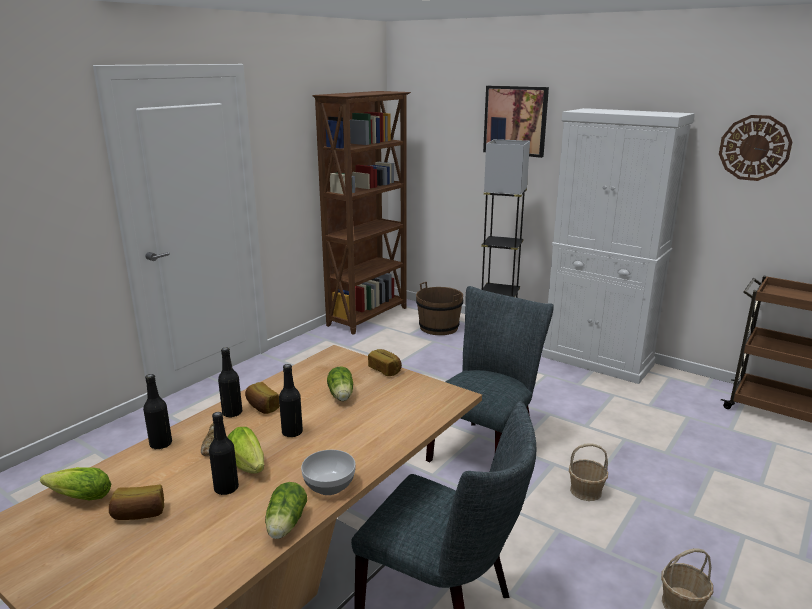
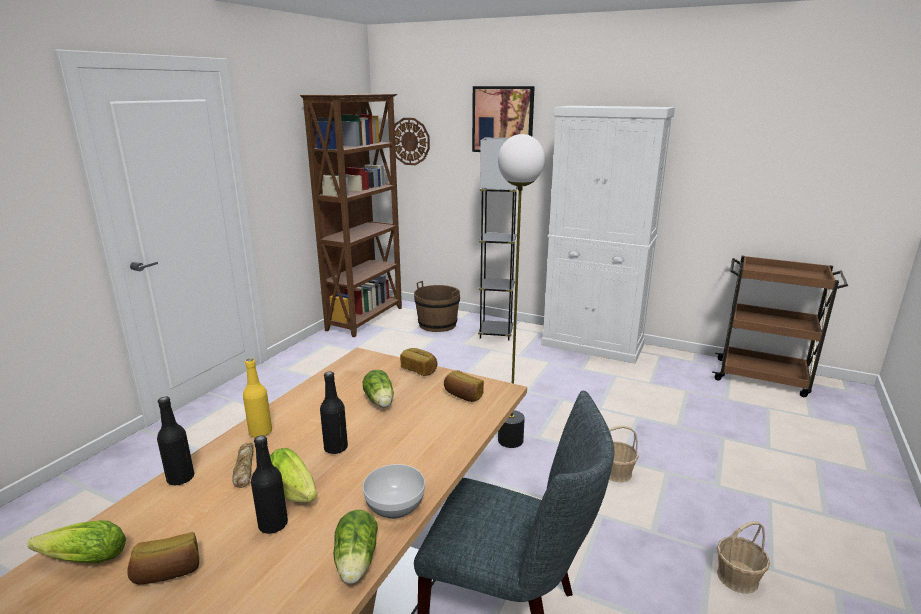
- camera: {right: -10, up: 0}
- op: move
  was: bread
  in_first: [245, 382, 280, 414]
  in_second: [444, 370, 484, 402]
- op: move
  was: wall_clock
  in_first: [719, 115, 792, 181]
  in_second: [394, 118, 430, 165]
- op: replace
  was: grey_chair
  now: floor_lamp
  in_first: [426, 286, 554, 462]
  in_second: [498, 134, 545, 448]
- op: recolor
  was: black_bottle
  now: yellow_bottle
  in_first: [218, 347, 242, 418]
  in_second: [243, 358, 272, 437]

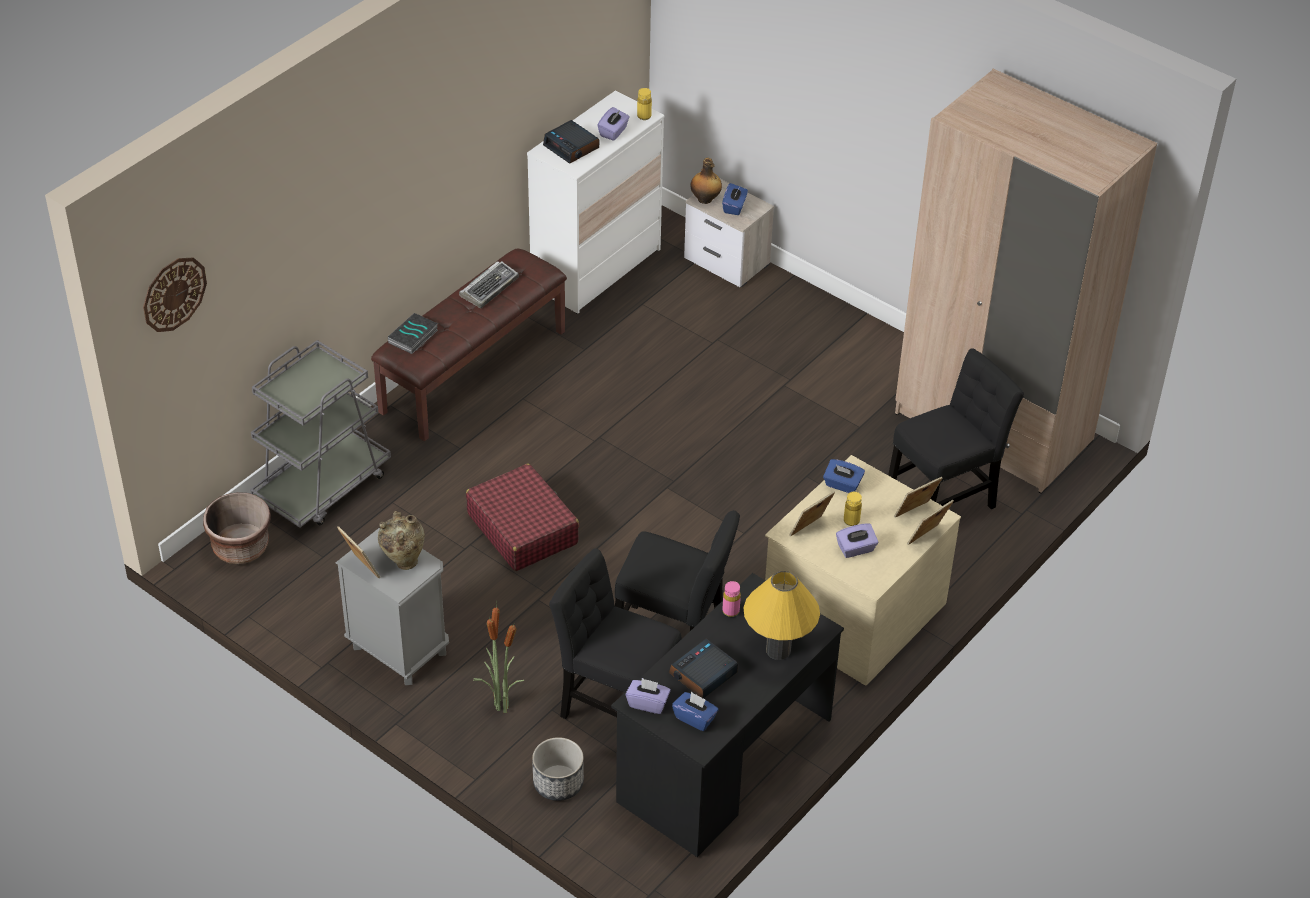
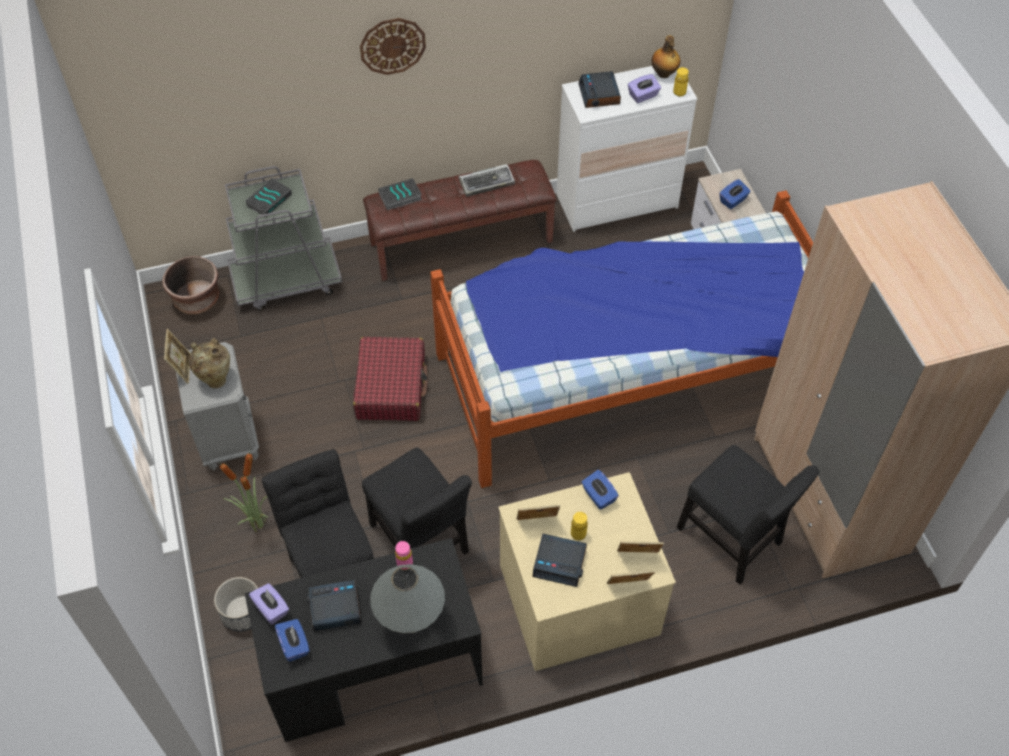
- camera: {right: 35, up: 10}
- op: insert
  now: book
  in_second: [245, 178, 292, 217]
- op: insert
  now: bed
  in_second: [430, 190, 813, 488]
- op: move
  was: wall_clock
  in_first: [143, 258, 207, 332]
  in_second: [360, 18, 426, 75]
- op: move
  was: bottle
  in_first: [690, 158, 722, 204]
  in_second: [651, 35, 680, 78]
- op: replace
  was: purple_tissue_box
  now: alarm_clock
  in_first: [836, 524, 878, 558]
  in_second: [532, 534, 587, 587]
- op: recolor
  was: yellow_table_lamp
  now: grey_table_lamp
  in_first: [744, 571, 820, 660]
  in_second: [370, 564, 445, 634]
- op: rotate
  was: black_chair
  in_first: [888, 348, 1024, 509]
  in_second: [676, 445, 820, 585]
  clockwise: 45

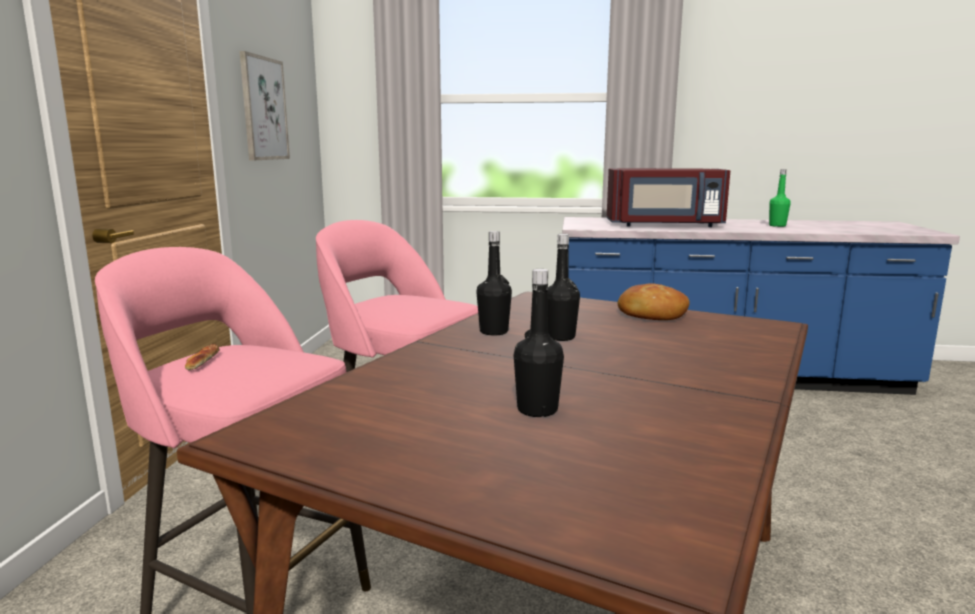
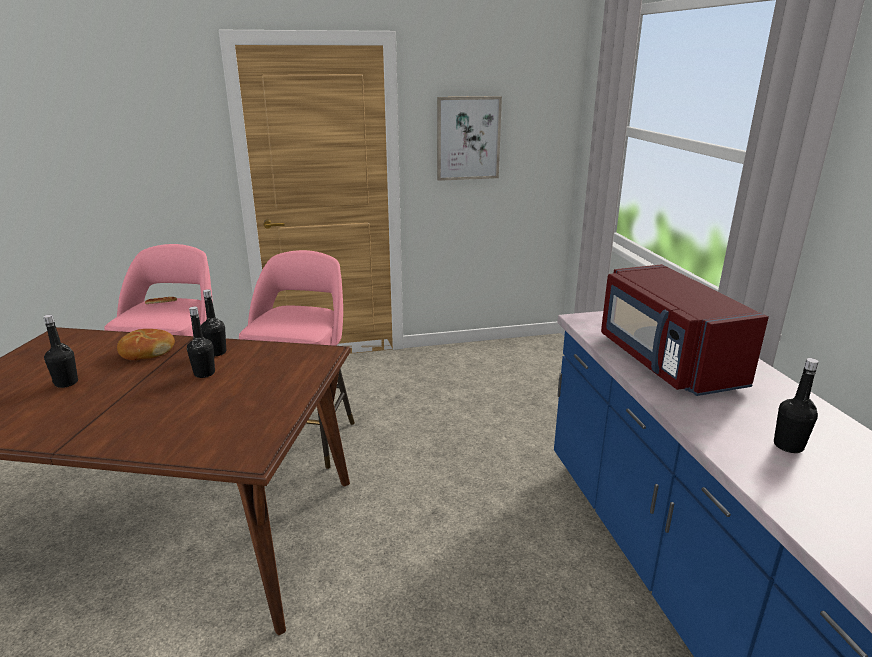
- camera: {right: 70, up: 10}
- op: move
  was: bread
  in_first: [618, 283, 690, 320]
  in_second: [117, 329, 175, 360]
- op: recolor
  was: green_bottle
  now: black_bottle
  in_first: [769, 169, 791, 227]
  in_second: [774, 358, 819, 453]

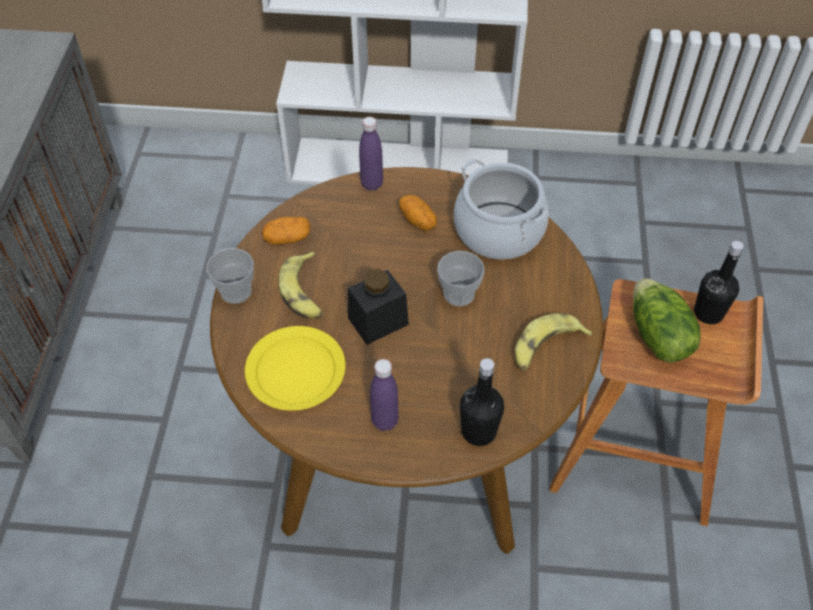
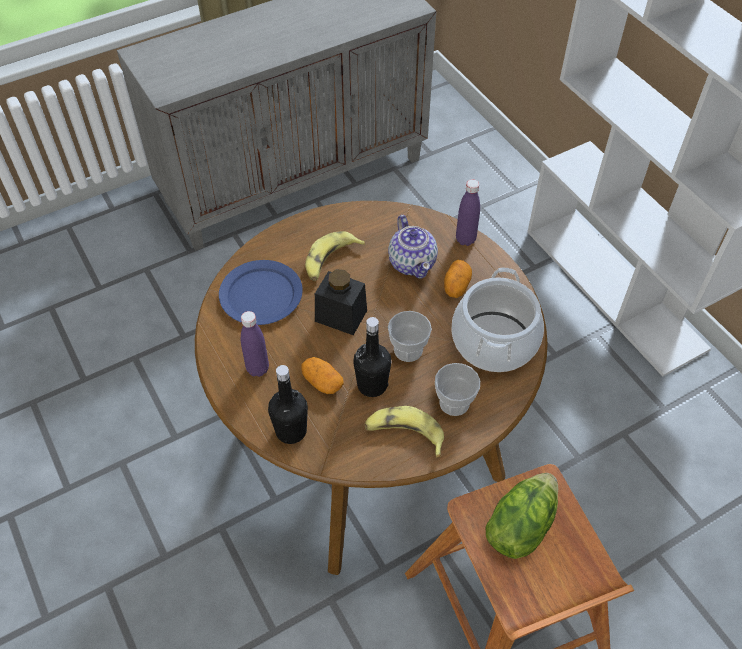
- camera: {right: 55, up: 0}
- op: insert
  now: teapot
  in_second: [388, 215, 438, 279]
- op: move
  was: cup
  in_first: [207, 248, 254, 304]
  in_second: [435, 363, 480, 416]
- op: move
  was: potato
  in_first: [262, 217, 311, 245]
  in_second: [301, 357, 344, 394]
- op: move
  was: black_bottle
  in_first: [694, 241, 744, 324]
  in_second: [353, 317, 391, 397]
- op: recolor
  was: yellow_plate
  now: blue_plate
  in_first: [245, 326, 346, 411]
  in_second: [219, 260, 303, 325]

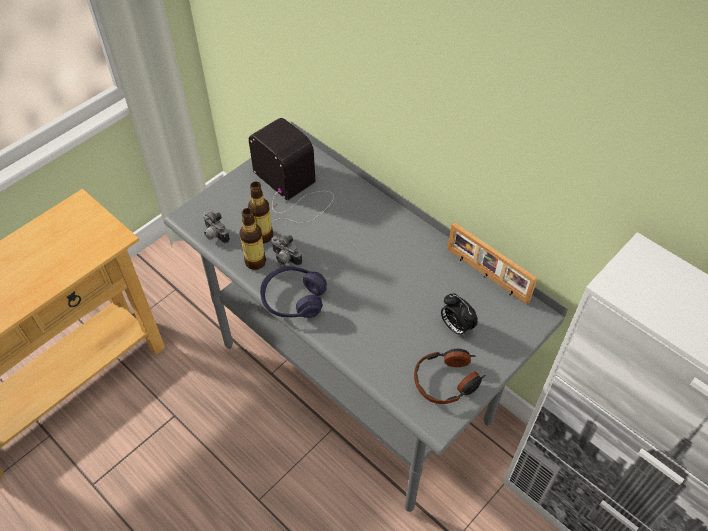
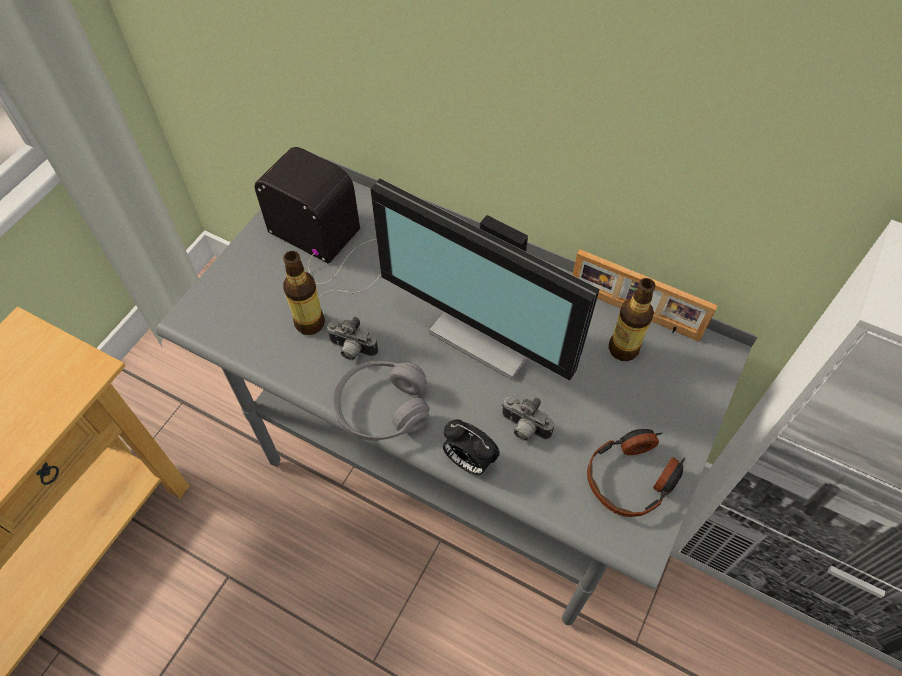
- camera: {right: -15, up: 5}
- op: insert
  now: monitor
  in_second: [370, 178, 600, 381]
- op: move
  was: photo_camera
  in_first: [203, 211, 230, 243]
  in_second: [501, 397, 554, 441]
- op: move
  was: bottle
  in_first: [239, 208, 266, 270]
  in_second: [609, 278, 655, 361]
- op: move
  was: alarm_clock
  in_first: [441, 293, 478, 335]
  in_second: [443, 419, 500, 475]
- op: recolor
  was: purple_headphones
  now: grey_headphones
  in_first: [260, 267, 327, 318]
  in_second: [333, 361, 430, 441]

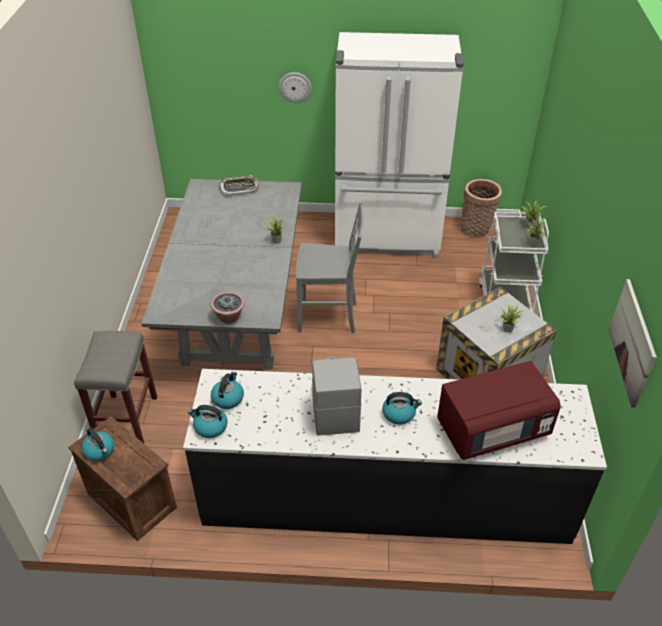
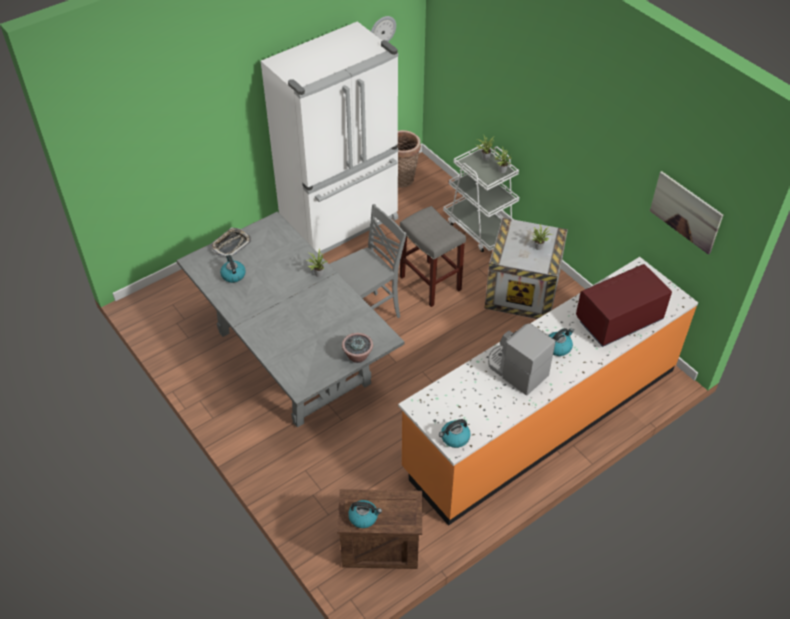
- camera: {right: -40, up: 5}
- op: move
  was: grey_stool
  in_first: [74, 331, 157, 443]
  in_second: [400, 206, 466, 307]
- op: move
  was: kettle
  in_first: [211, 371, 244, 409]
  in_second: [220, 255, 246, 283]
- op: move
  was: wall_clock
  in_first: [279, 72, 312, 103]
  in_second: [371, 16, 396, 42]
- op: recolor
  was: black_counter
  now: orange_counter
  in_first: [183, 369, 607, 544]
  in_second: [398, 257, 698, 526]
- op: rotate
  was: red_microwave
  in_first: [437, 361, 561, 460]
  in_second: [576, 264, 672, 347]
  clockwise: -150

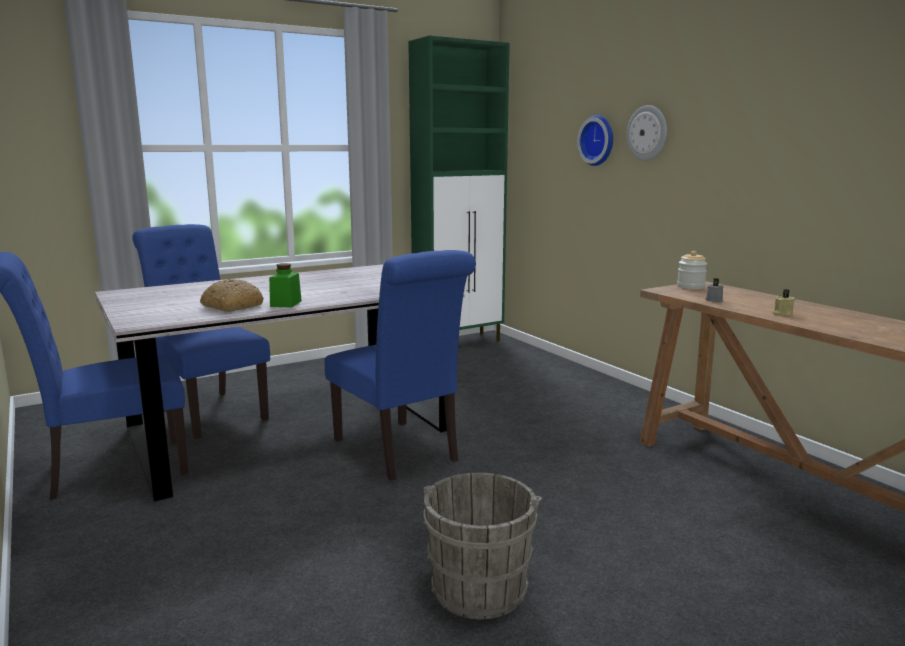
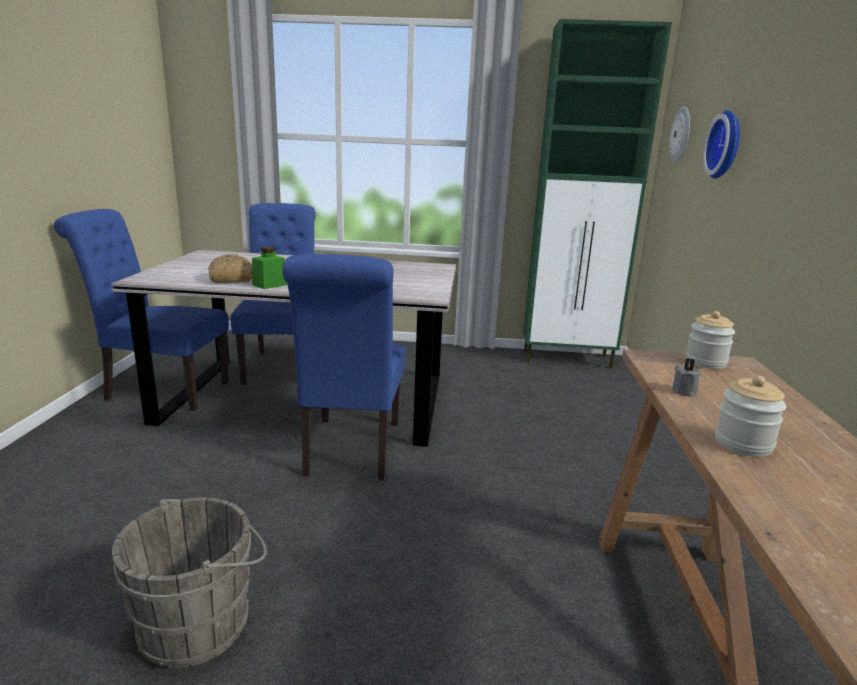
- camera: {right: 35, up: 5}
- op: move
  was: wall_clock
  in_first: [627, 105, 667, 161]
  in_second: [669, 106, 690, 162]
- op: replace
  was: beige_candle
  now: jar
  in_first: [773, 289, 795, 316]
  in_second: [715, 376, 786, 457]

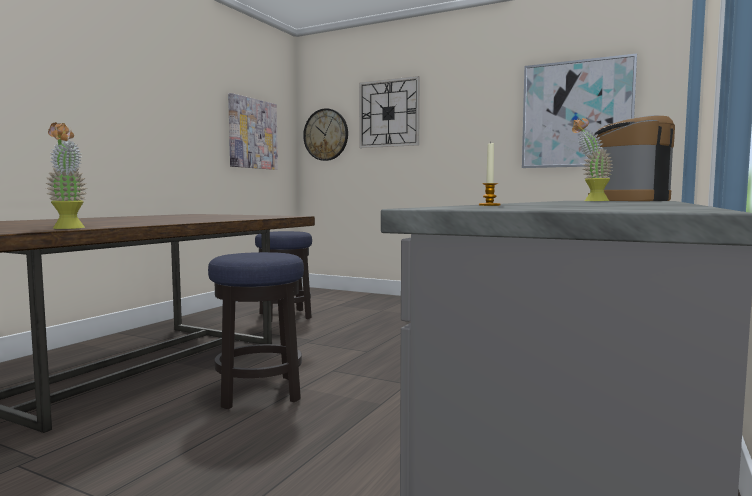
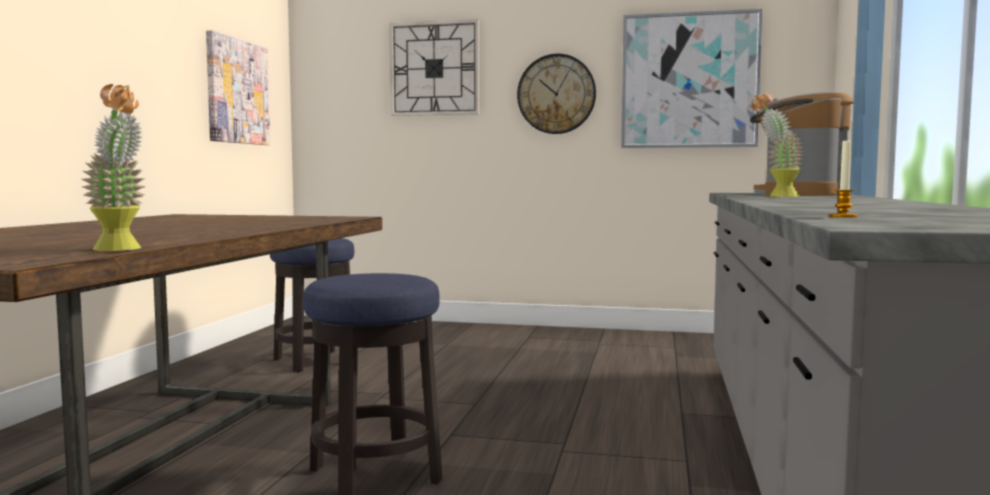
- camera: {right: -15, up: 0}
- op: move
  was: wall_clock
  in_first: [303, 108, 348, 161]
  in_second: [517, 54, 596, 134]

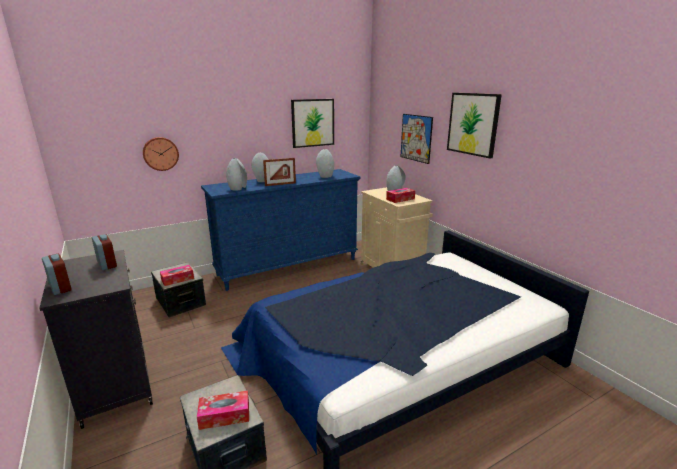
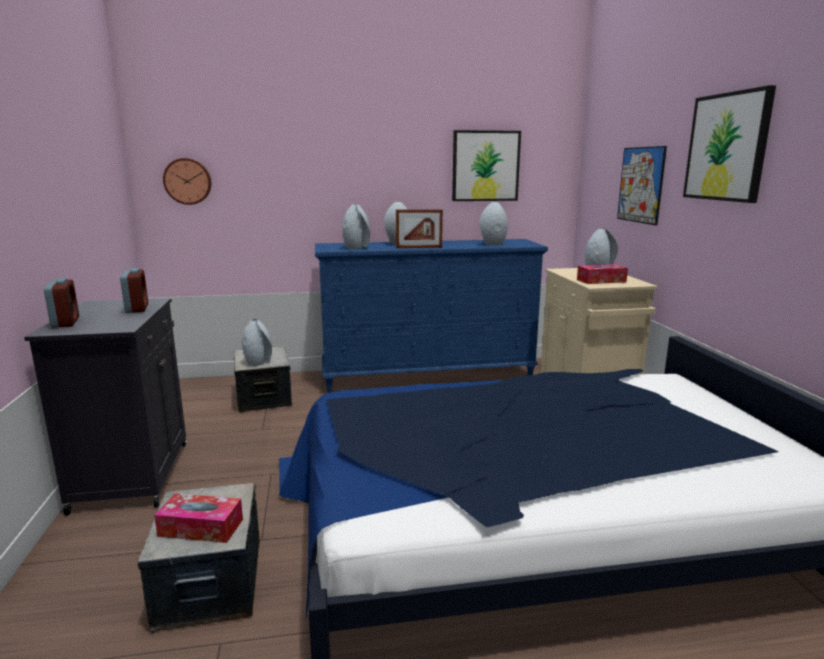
- camera: {right: 20, up: -5}
- op: move
  was: wall_clock
  in_first: [143, 137, 179, 171]
  in_second: [163, 158, 212, 205]
- op: replace
  was: tissue_box
  now: grey_vase
  in_first: [160, 265, 194, 286]
  in_second: [242, 319, 272, 366]

